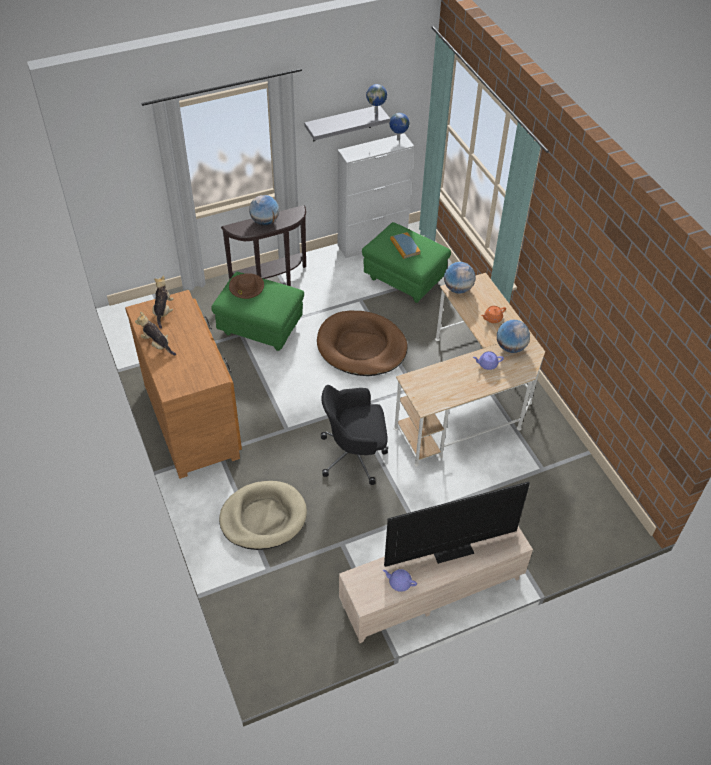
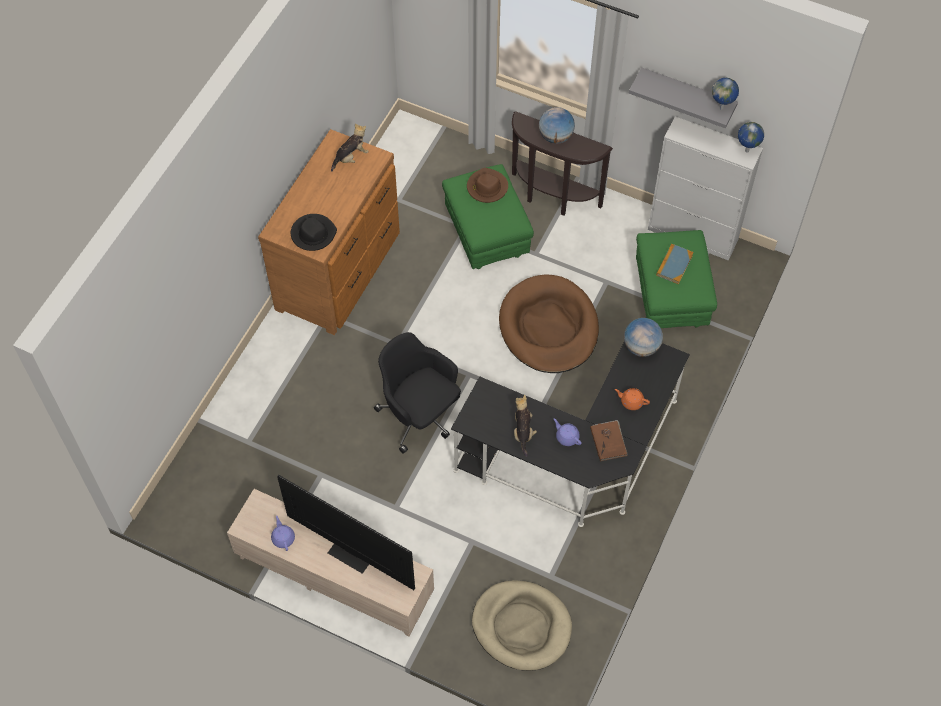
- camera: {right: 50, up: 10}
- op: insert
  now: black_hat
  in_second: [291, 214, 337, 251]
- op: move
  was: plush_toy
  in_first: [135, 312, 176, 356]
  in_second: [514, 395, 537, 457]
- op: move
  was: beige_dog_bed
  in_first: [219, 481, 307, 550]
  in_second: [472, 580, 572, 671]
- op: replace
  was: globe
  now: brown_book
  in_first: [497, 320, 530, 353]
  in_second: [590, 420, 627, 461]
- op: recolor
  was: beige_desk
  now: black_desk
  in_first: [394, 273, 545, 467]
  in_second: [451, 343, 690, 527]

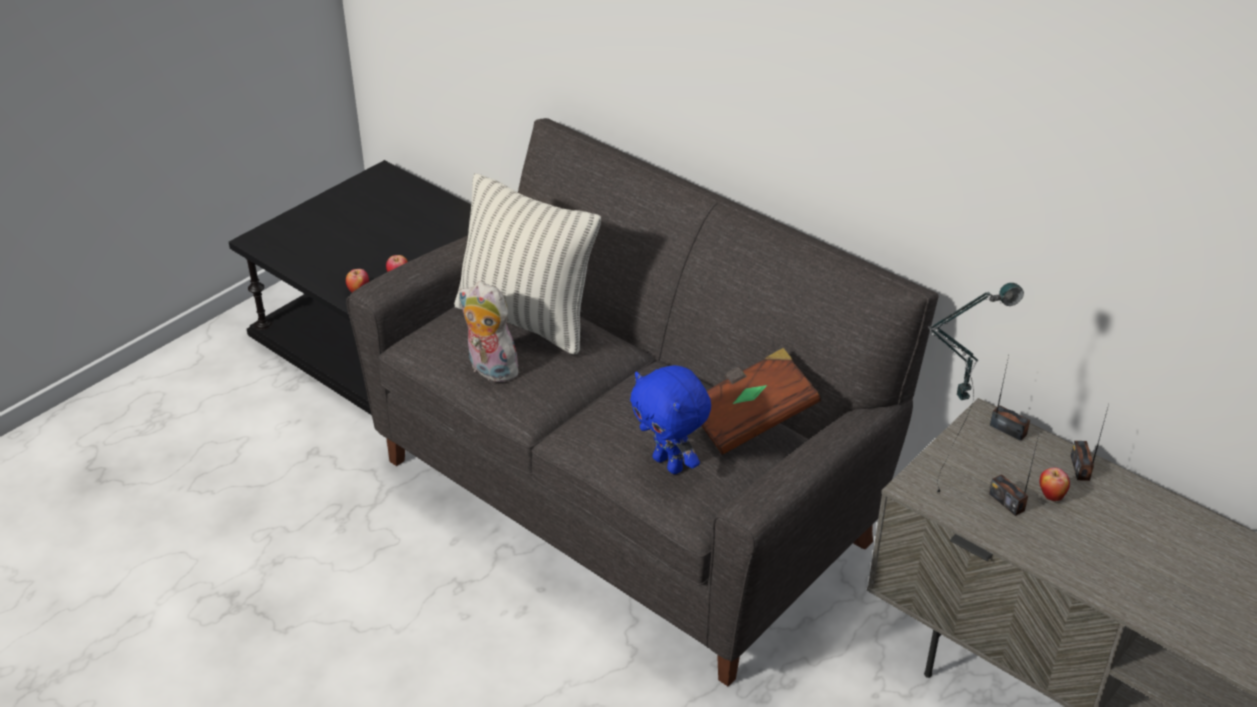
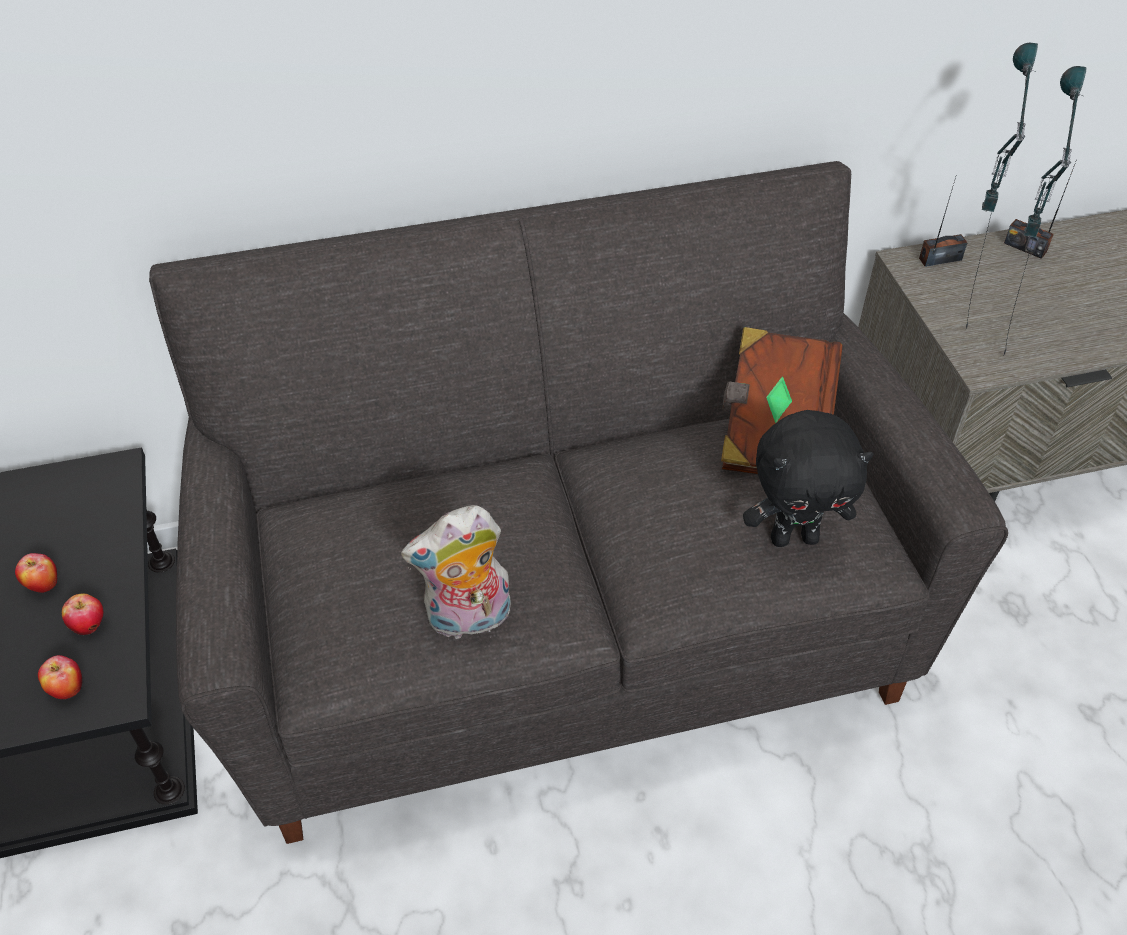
- camera: {right: -55, up: 10}
- op: delete
  was: pillow
  in_first: [454, 173, 601, 355]
- op: delete
  was: radio
  in_first: [989, 435, 1039, 516]
- op: insert
  now: table_lamp
  in_second: [966, 43, 1038, 328]
- op: move
  was: apple
  in_first: [1039, 467, 1070, 501]
  in_second: [15, 553, 57, 593]
- op: recolor
  was: blue_plush_toy
  now: black_plush_toy
  in_first: [630, 365, 711, 474]
  in_second: [743, 410, 873, 547]

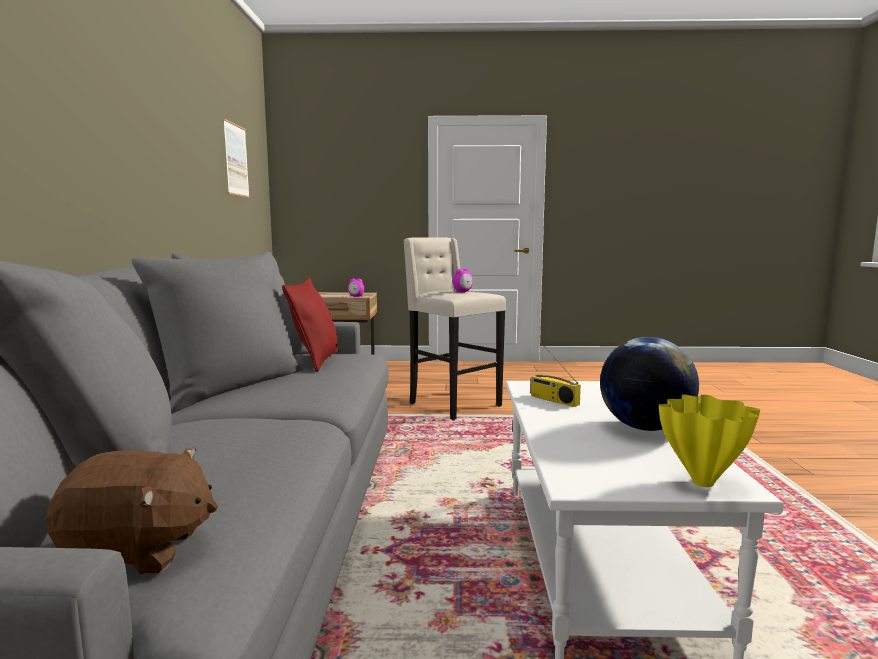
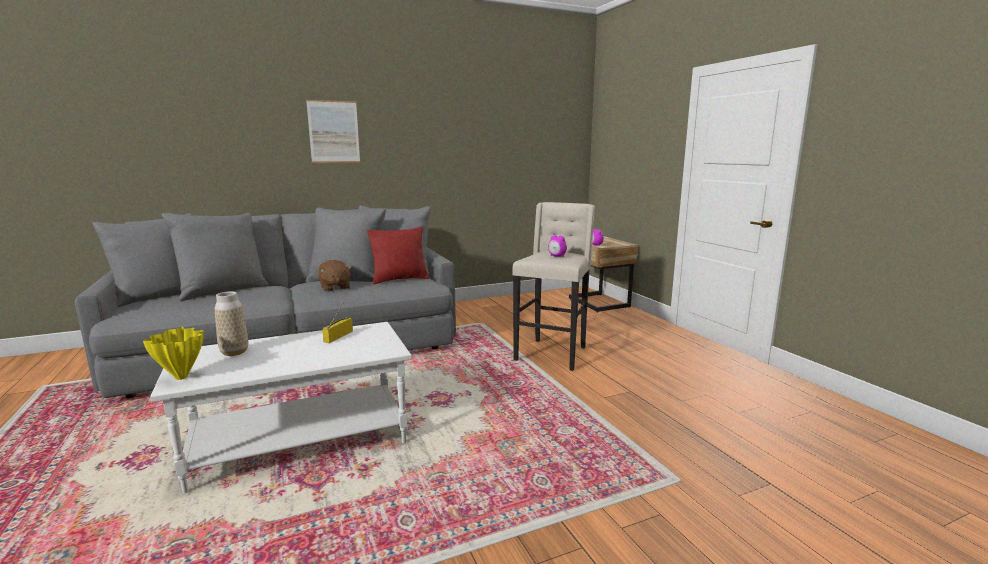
- camera: {right: 65, up: 5}
- op: delete
  was: globe
  in_first: [600, 337, 699, 431]
- op: insert
  now: vase
  in_second: [215, 291, 248, 356]
- op: move
  was: brown_plush_toy
  in_first: [46, 447, 218, 574]
  in_second: [318, 260, 352, 291]
- op: move
  was: picture
  in_first: [223, 118, 250, 198]
  in_second: [306, 100, 360, 163]

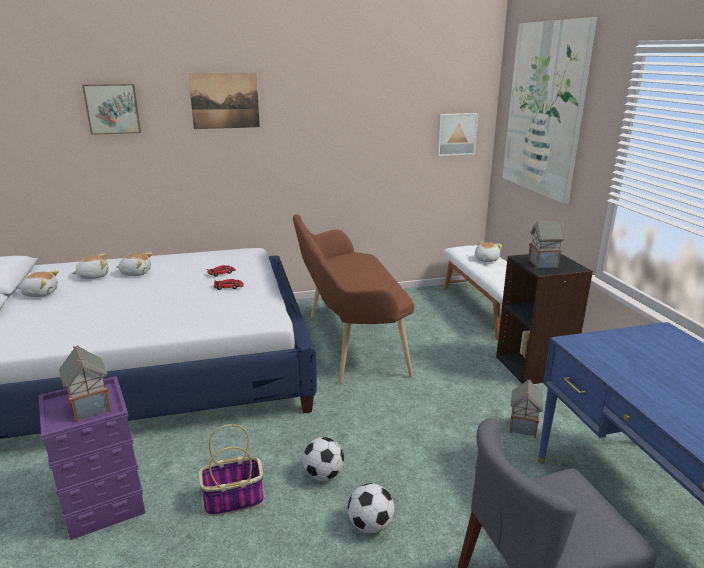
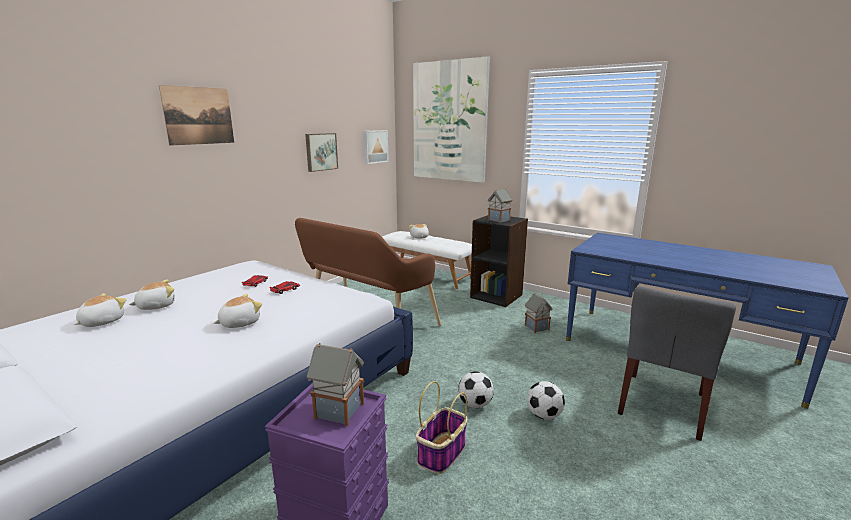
- camera: {right: -40, up: -5}
- op: move
  was: plush_toy
  in_first: [18, 270, 59, 297]
  in_second: [214, 294, 262, 328]
- op: move
  was: picture
  in_first: [82, 84, 141, 135]
  in_second: [305, 133, 338, 172]

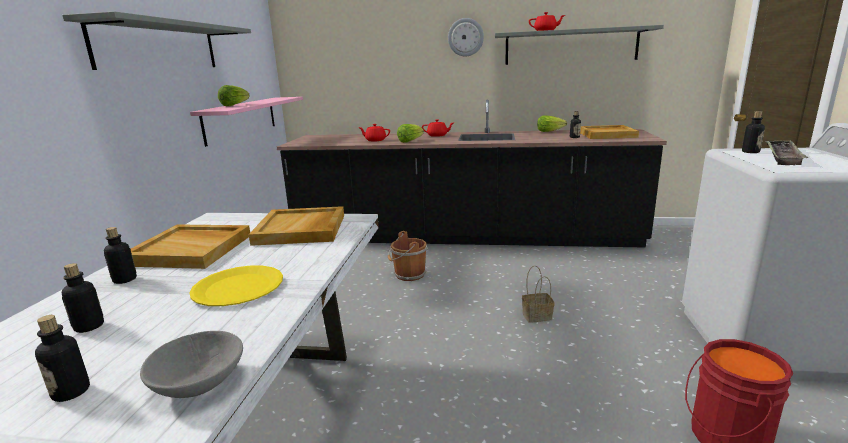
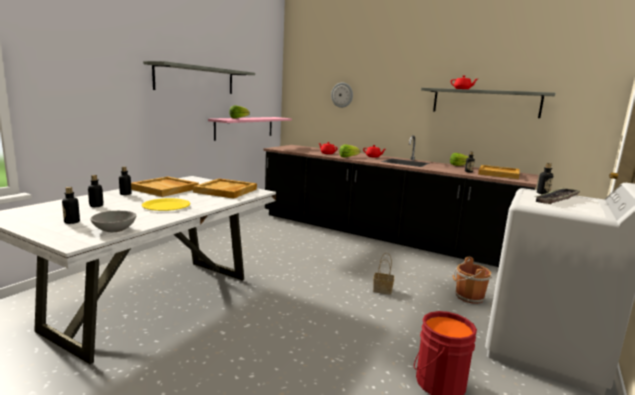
- camera: {right: 20, up: -5}
- op: move
  was: brown_bucket
  in_first: [388, 231, 428, 281]
  in_second: [452, 257, 492, 304]
- op: move
  was: wall_clock
  in_first: [448, 18, 484, 56]
  in_second: [331, 83, 353, 108]

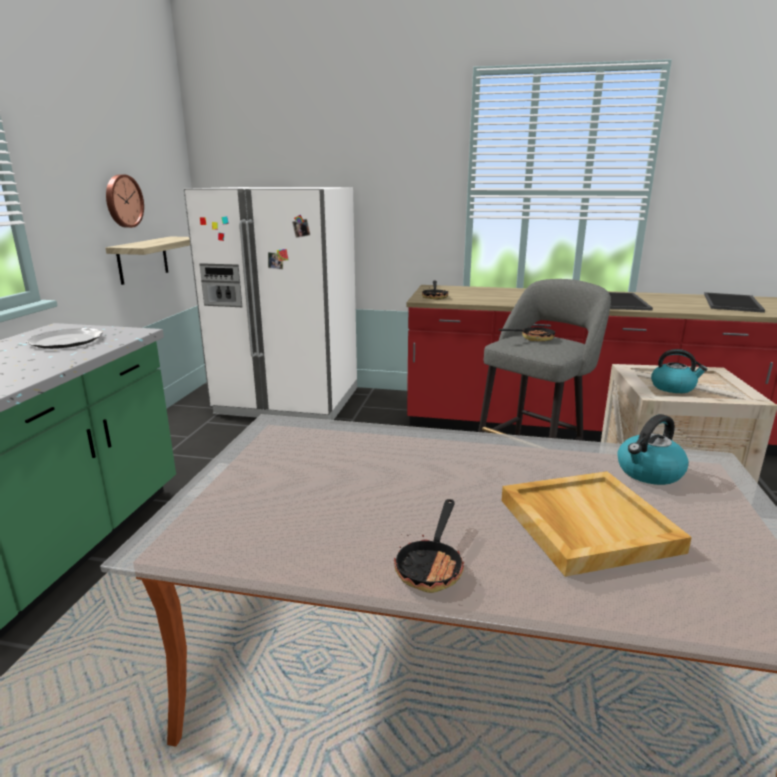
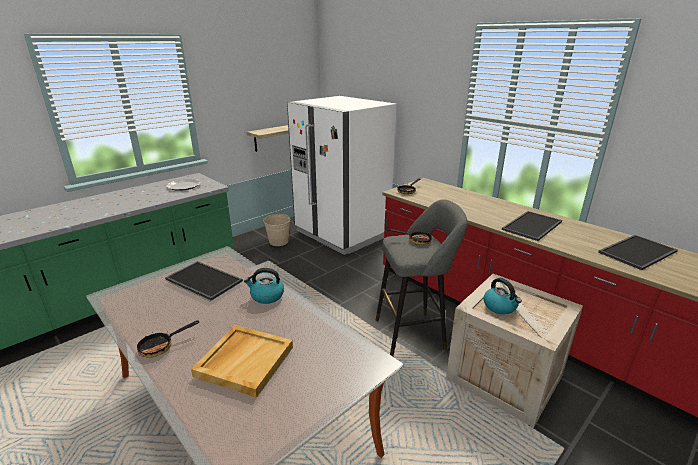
- camera: {right: 35, up: 5}
- op: delete
  was: wall_clock
  in_first: [106, 174, 144, 228]
- op: insert
  now: tray
  in_second: [165, 261, 243, 300]
- op: insert
  now: beige_bucket
  in_second: [263, 214, 291, 246]
- op: move
  was: kettle
  in_first: [617, 414, 689, 485]
  in_second: [244, 268, 284, 304]

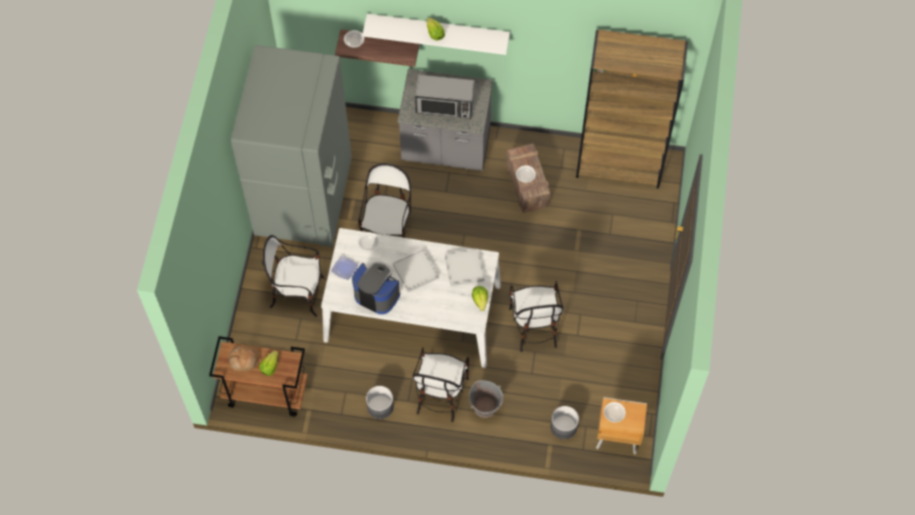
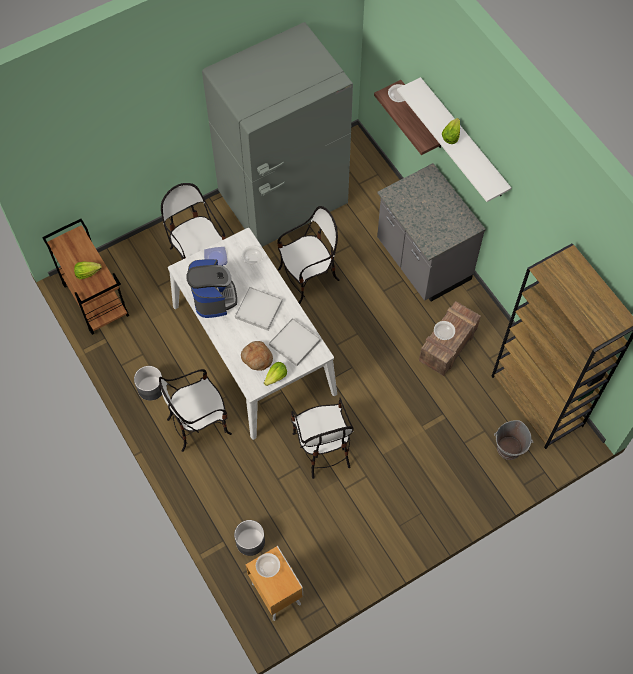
- camera: {right: 50, up: 0}
- op: delete
  was: microwave
  in_first: [415, 75, 475, 119]
- op: move
  was: bread
  in_first: [229, 345, 259, 372]
  in_second: [241, 341, 273, 371]
- op: move
  was: grey_bucket
  in_first: [469, 380, 503, 418]
  in_second: [494, 420, 533, 460]
- op: rotate
  was: chair
  in_first: [509, 280, 563, 352]
  in_second: [291, 398, 354, 479]
  clockwise: -60

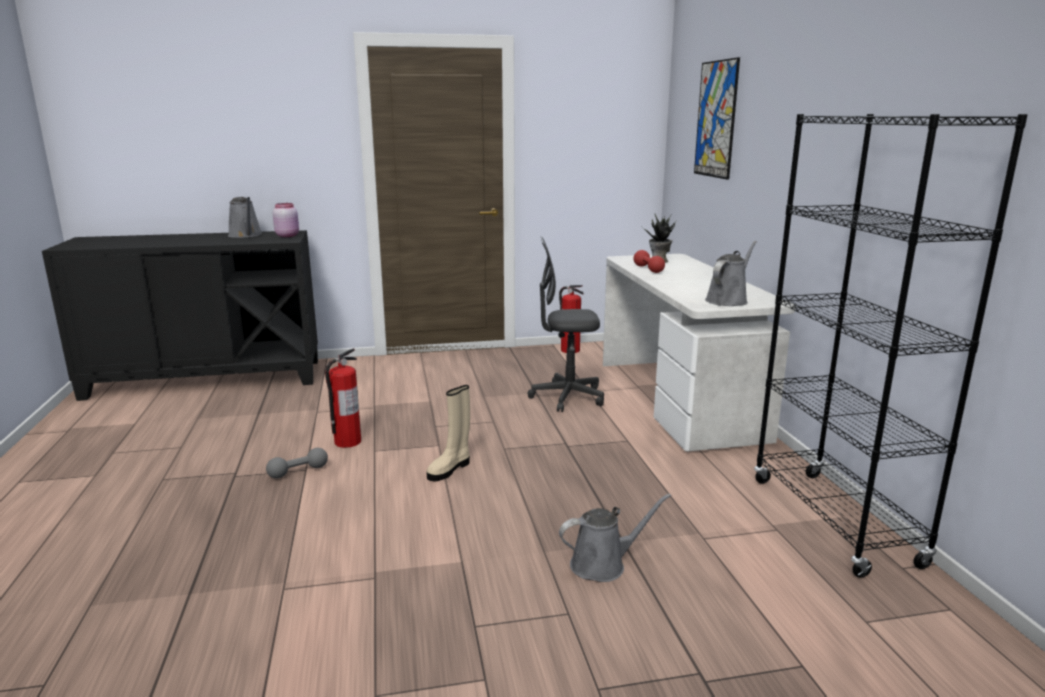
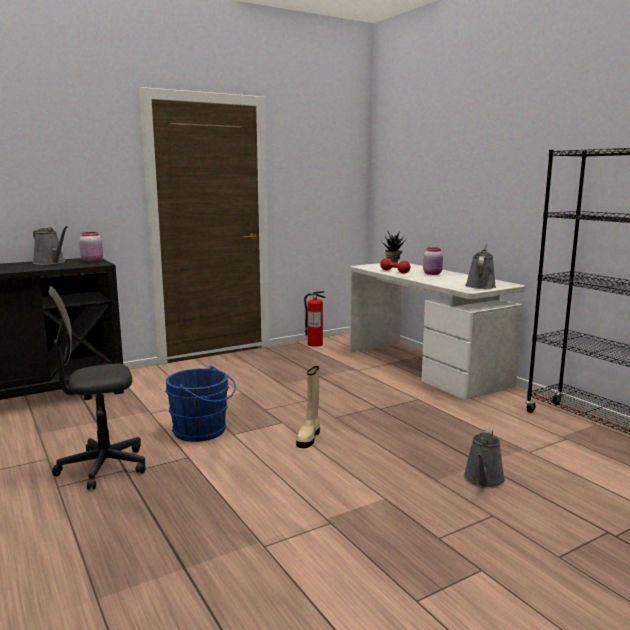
- camera: {right: -20, up: -5}
- op: delete
  was: grey_dumbbell
  in_first: [266, 448, 328, 479]
- op: delete
  was: picture
  in_first: [694, 57, 740, 180]
- op: insert
  now: pink_jar
  in_second: [423, 247, 443, 275]
- op: move
  was: grey_office_chair
  in_first: [528, 237, 604, 412]
  in_second: [48, 286, 146, 490]
- op: replace
  was: fire_extinguisher
  now: blue_bucket
  in_first: [325, 348, 361, 448]
  in_second: [165, 366, 236, 442]
- op: rotate
  was: grey_watering_can
  in_first: [559, 493, 671, 582]
  in_second: [463, 429, 505, 488]
  clockwise: 150

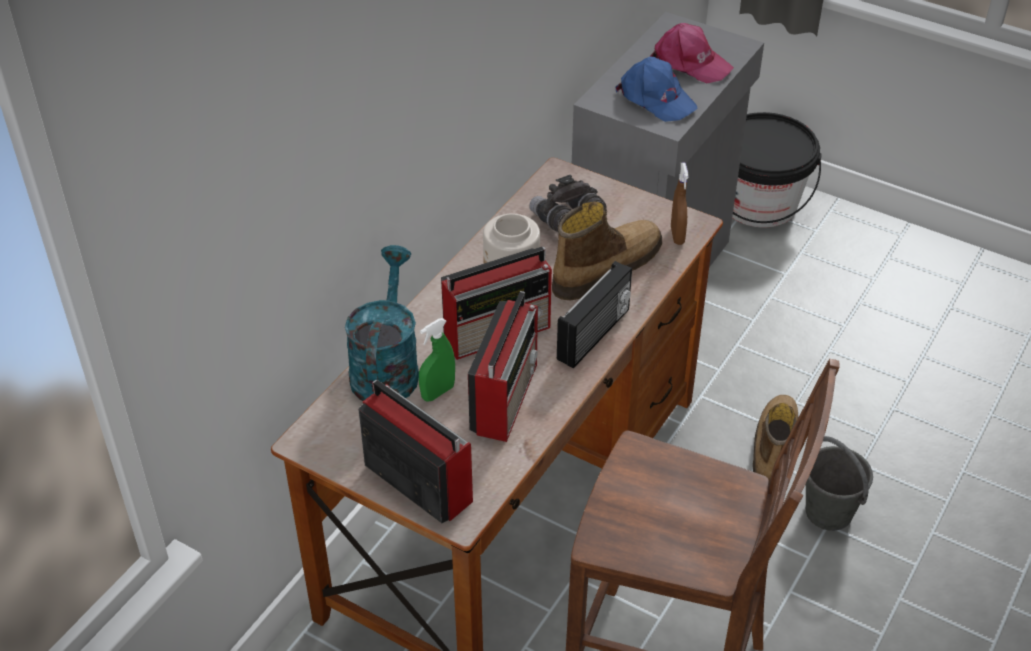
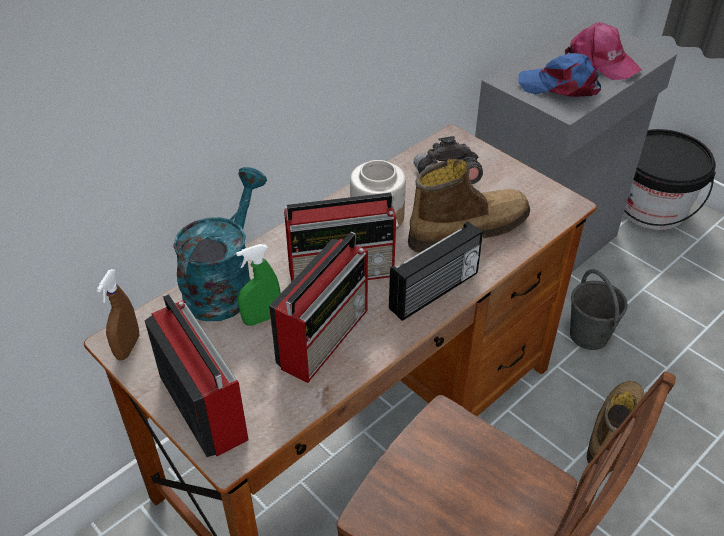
- camera: {right: 15, up: 0}
- op: move
  was: brown_spray_bottle
  in_first: [671, 163, 688, 245]
  in_second: [97, 269, 139, 360]
- op: move
  was: grey_bucket
  in_first: [806, 436, 873, 531]
  in_second: [570, 269, 628, 350]
- op: rotate
  was: blue_cap
  in_first: [615, 57, 698, 122]
  in_second: [518, 53, 601, 97]
  clockwise: 135

